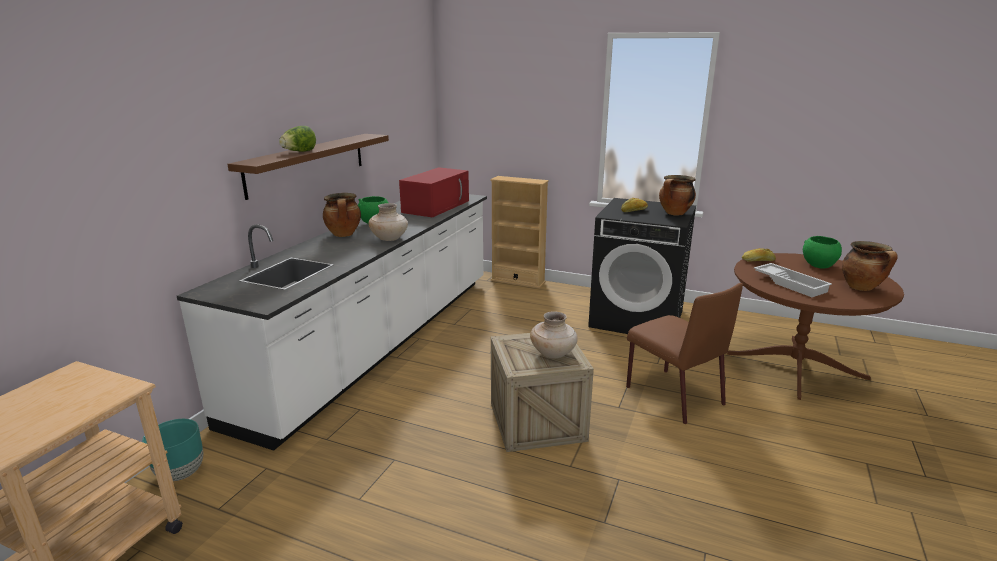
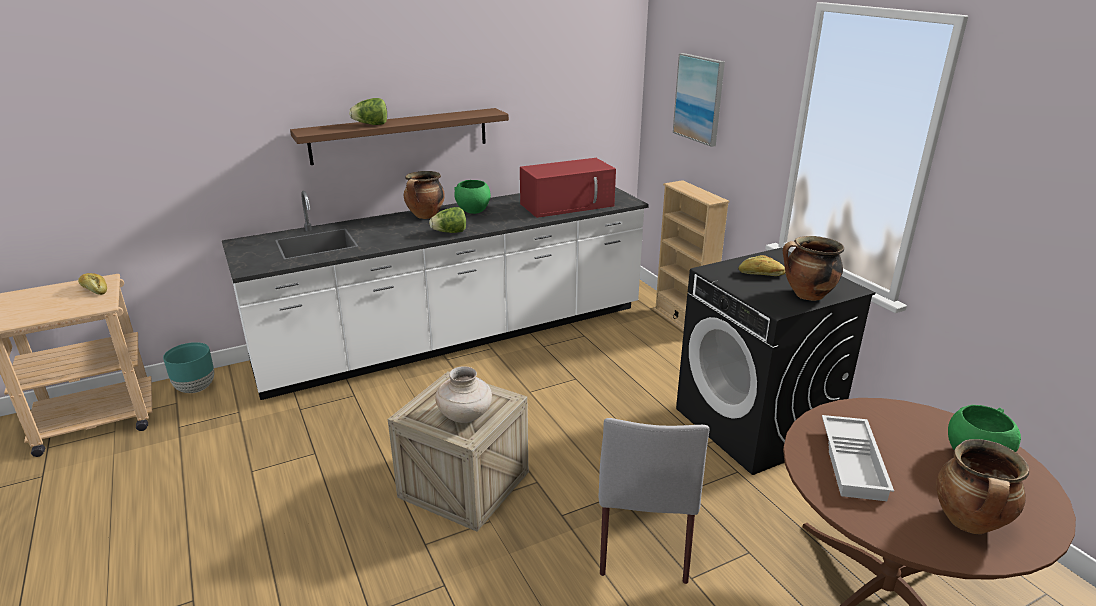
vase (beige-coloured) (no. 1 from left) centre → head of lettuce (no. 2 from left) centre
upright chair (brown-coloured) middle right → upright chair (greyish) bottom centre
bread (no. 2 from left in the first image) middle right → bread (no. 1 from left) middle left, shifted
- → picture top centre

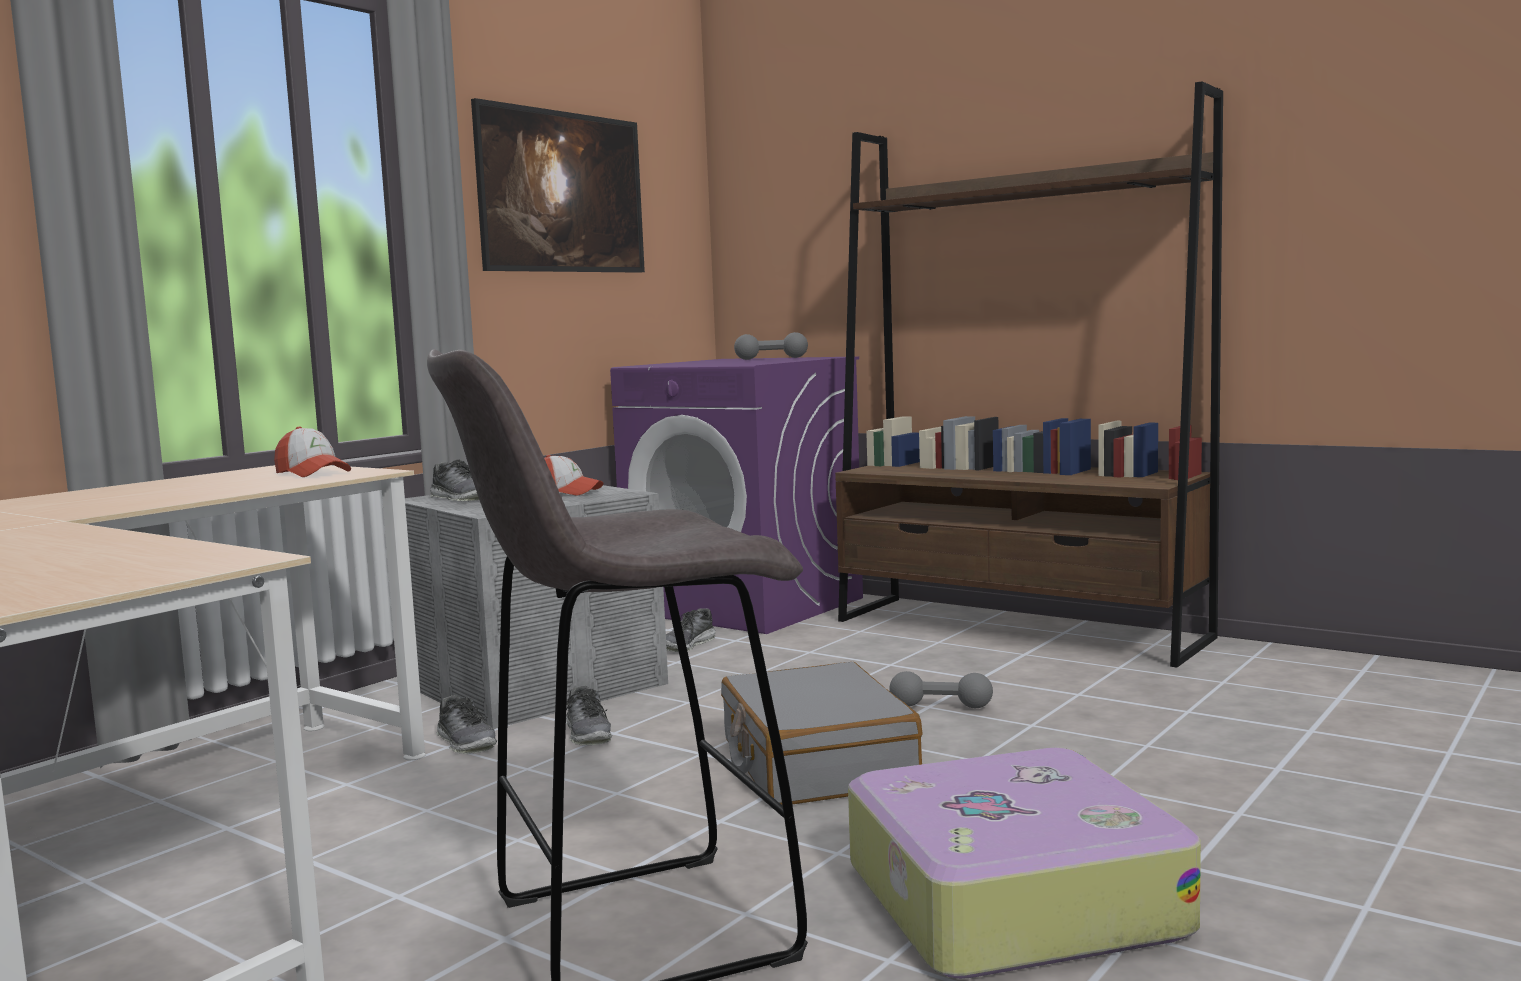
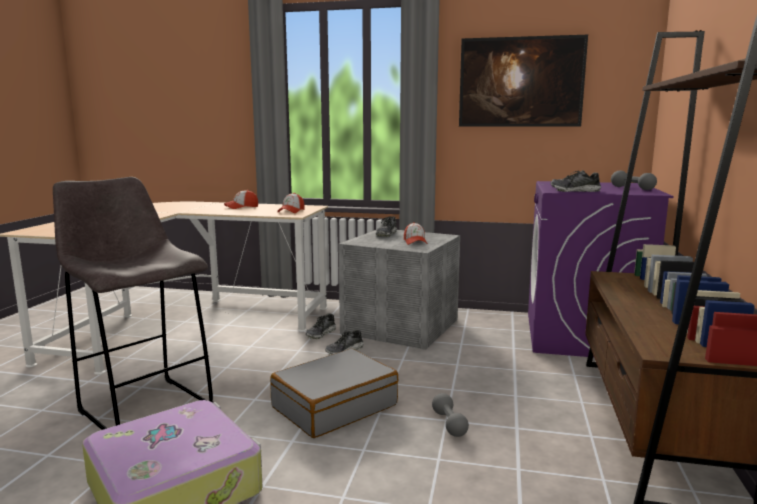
item of footwear (no. 4 from left) centre → item of footwear (no. 4 from left) middle right, shifted
- → peaked cap (no. 1 from left) middle left

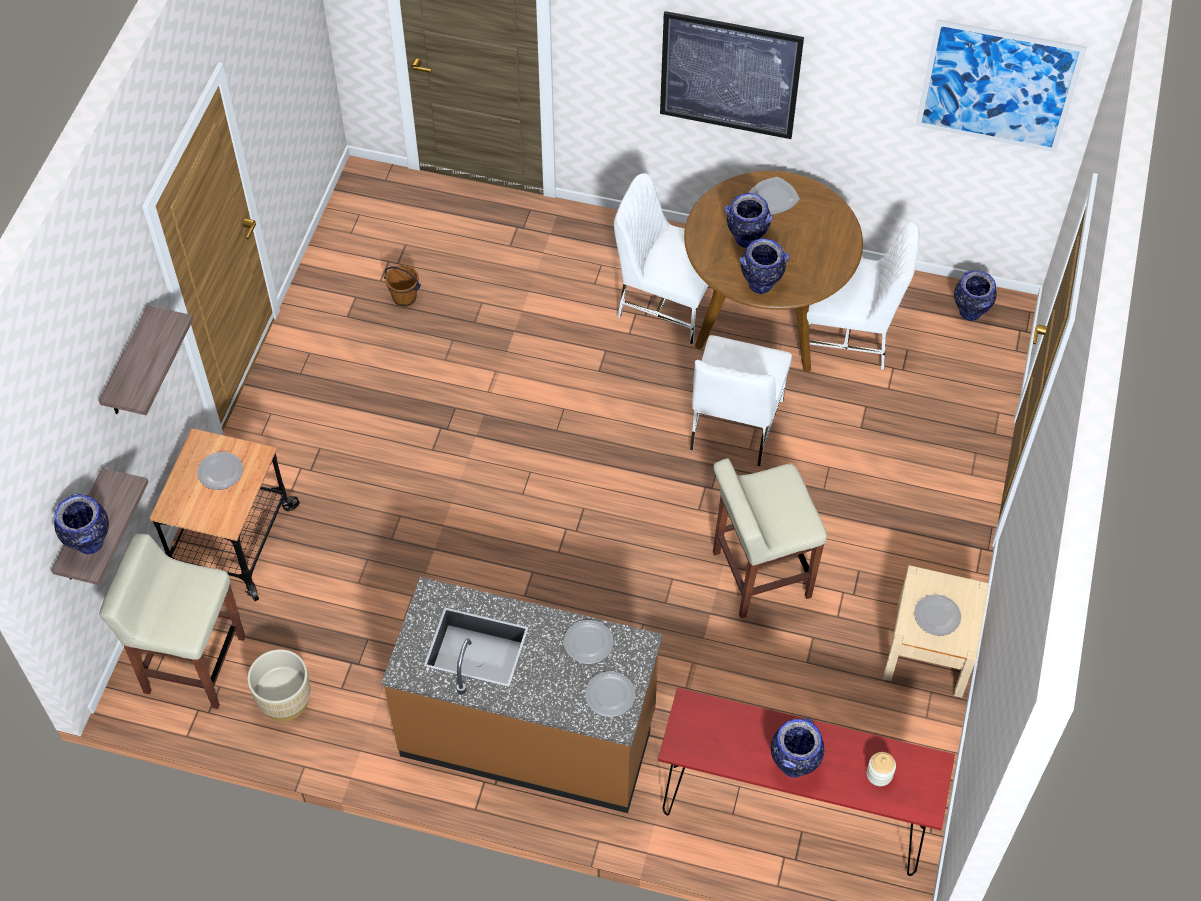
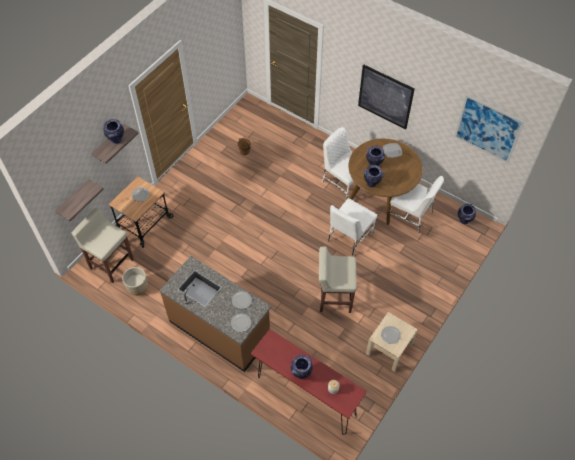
vase (no. 1 from left) middle left → vase (no. 1 from left) top left, shifted

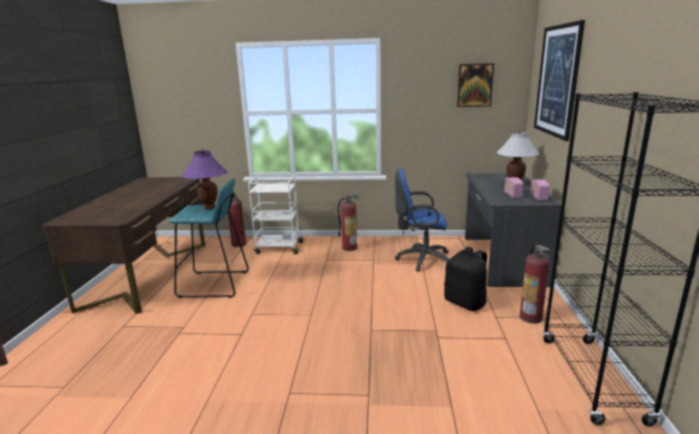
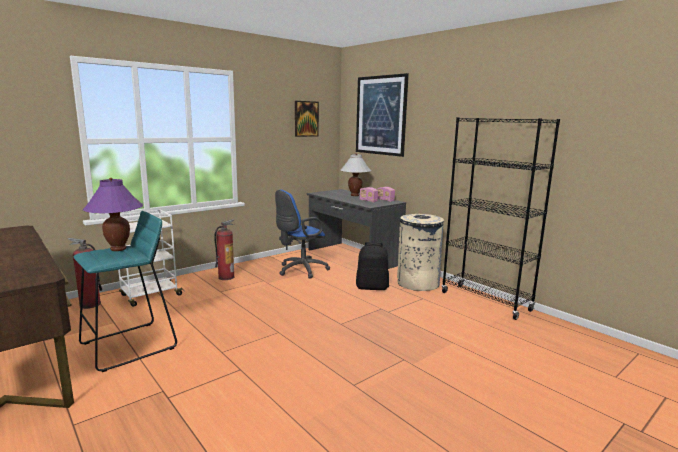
extinguisher (no. 3 from left) middle right → rubbish bin (beige-coloured) centre

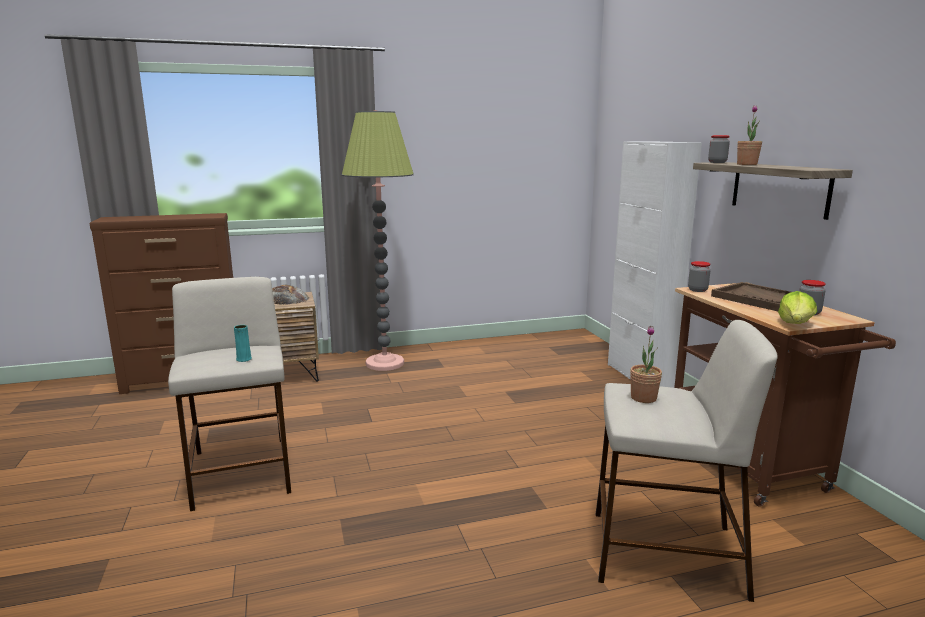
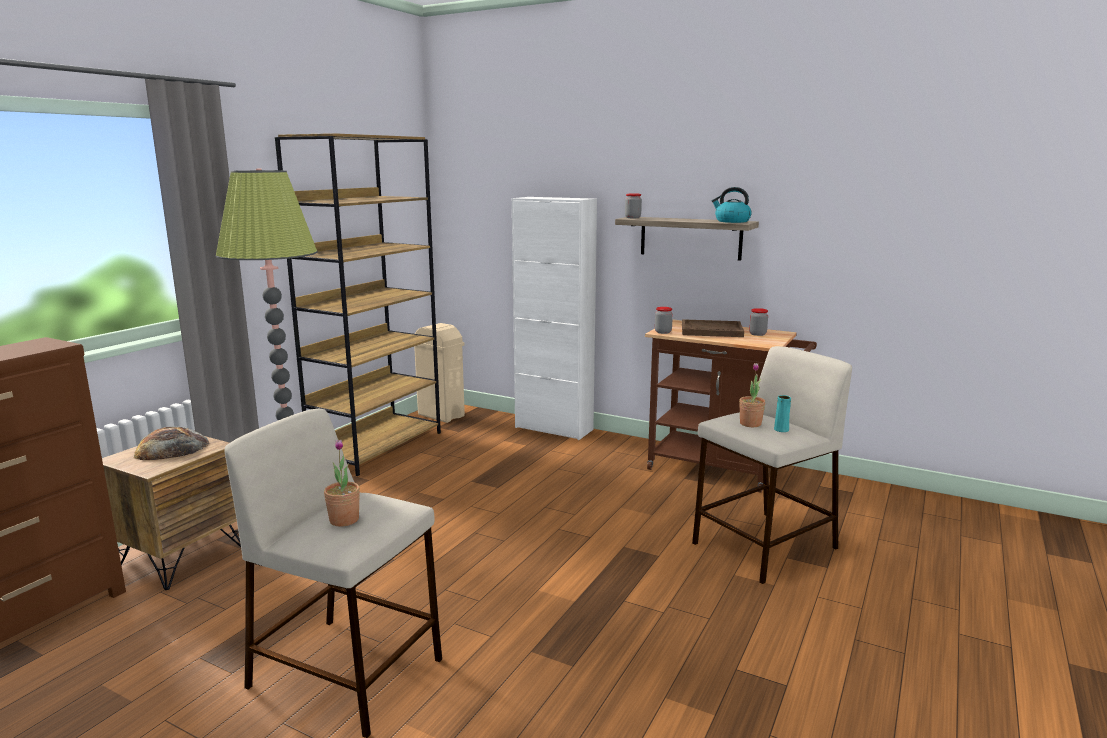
vase (blue-green) middle left → vase (blue-green) middle right, shifted
plant in a pot (no. 2 from left in the first image) top right → plant in a pot (no. 1 from left) middle left, shifted
head of lettuce middle right → -
- → bookshelf (brown-coloured) middle left
- → rubbish bin (beige-coloured) centre
- → kettle top centre

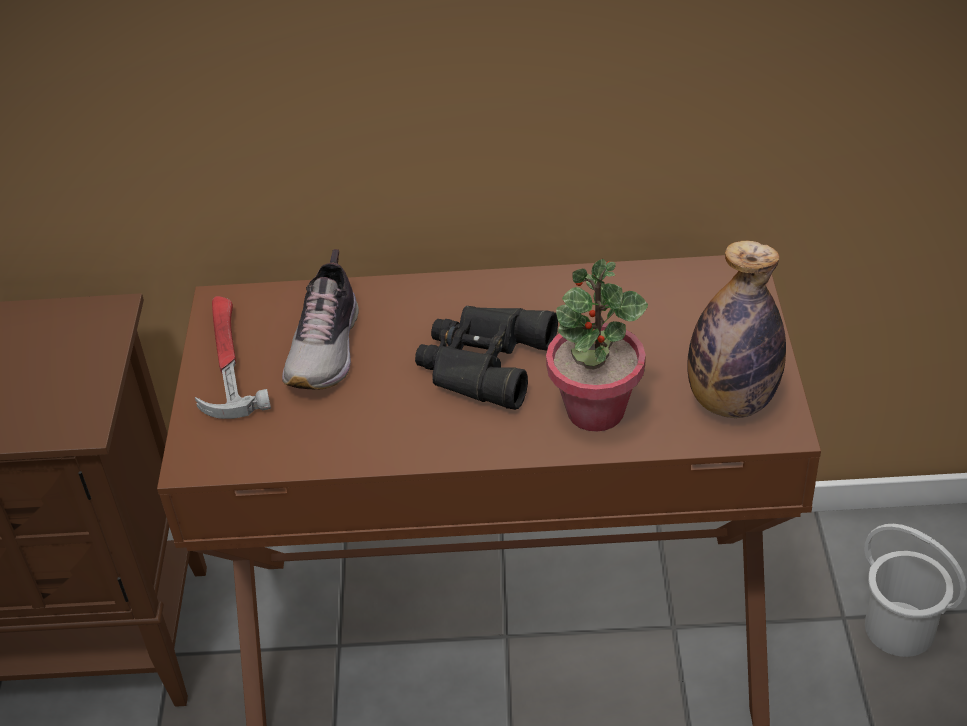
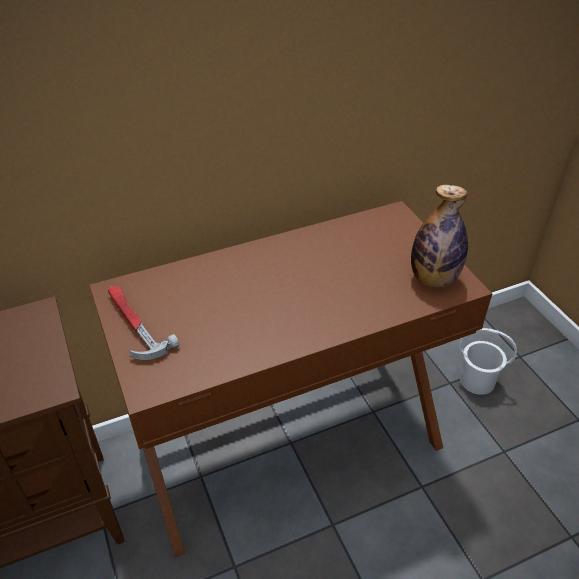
item of footwear middle left → -
binoculars (blackish) centre → -
plant in a pot centre → -

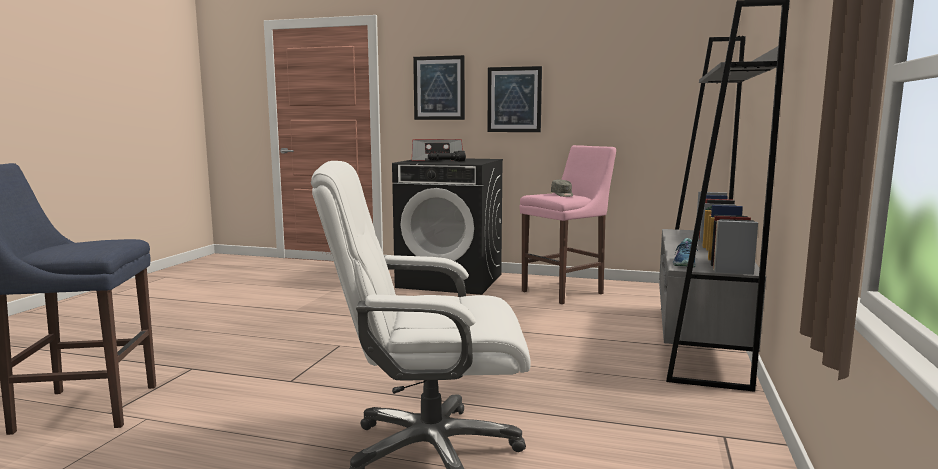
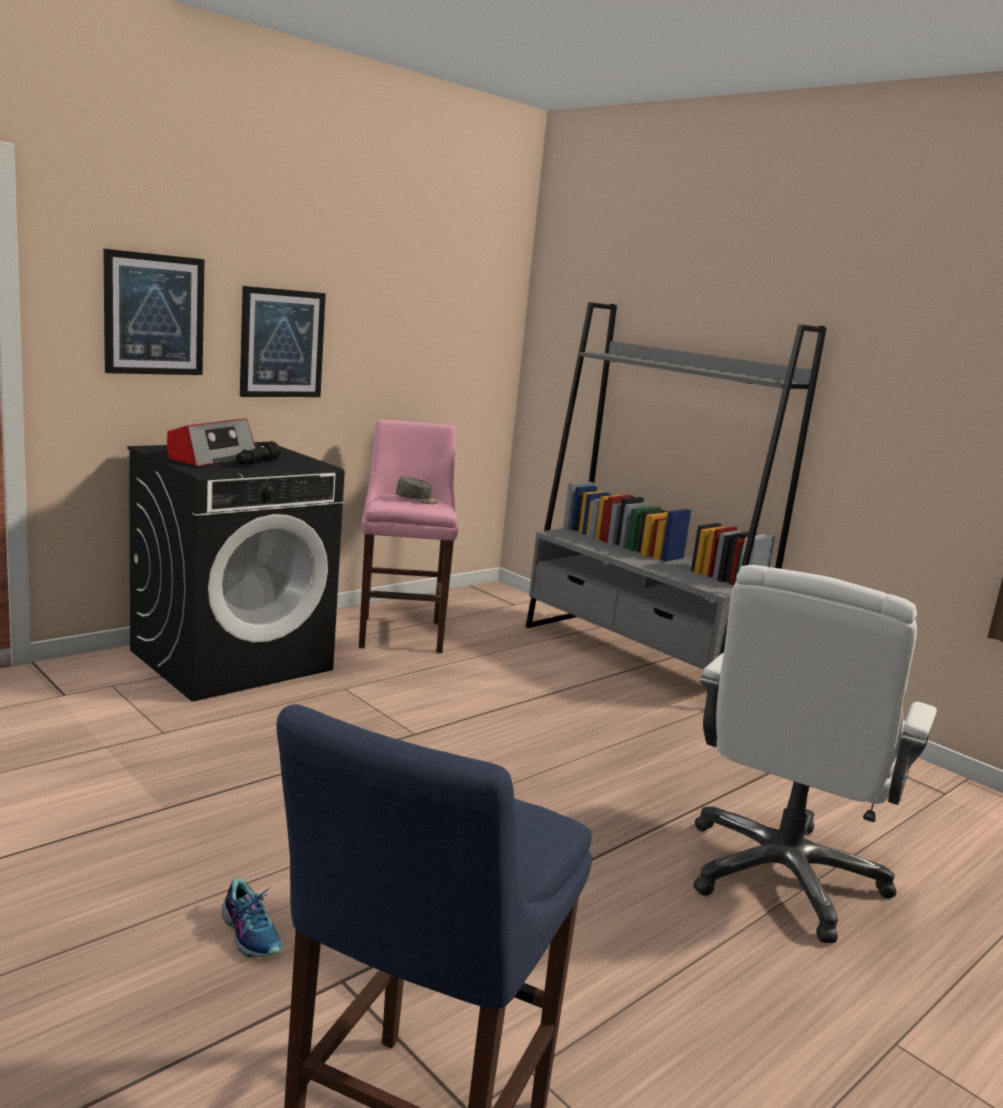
item of footwear middle right → item of footwear bottom left, shifted

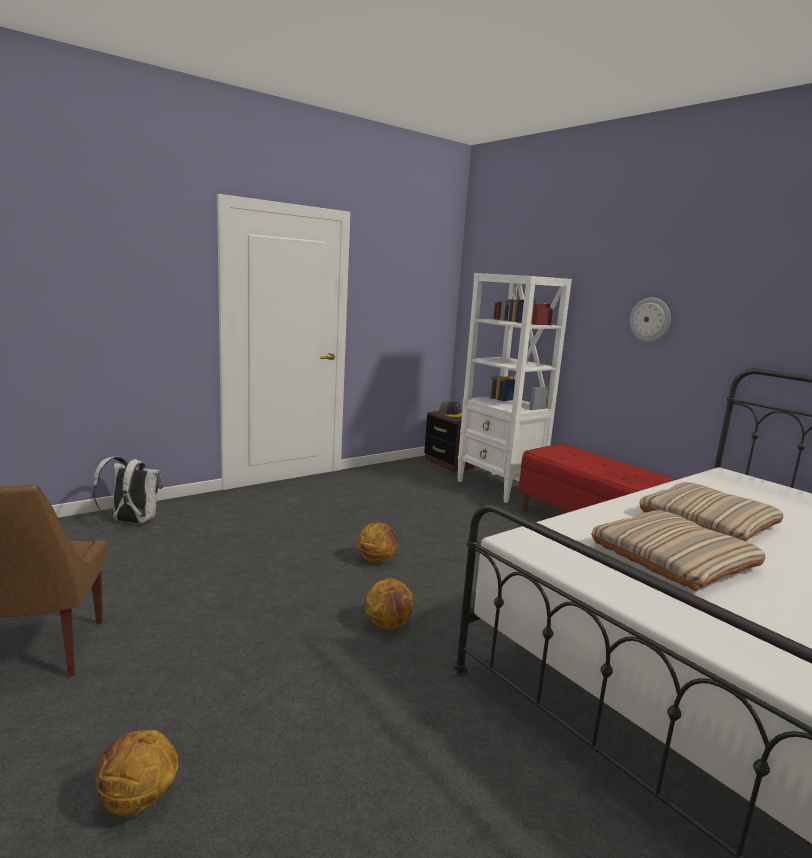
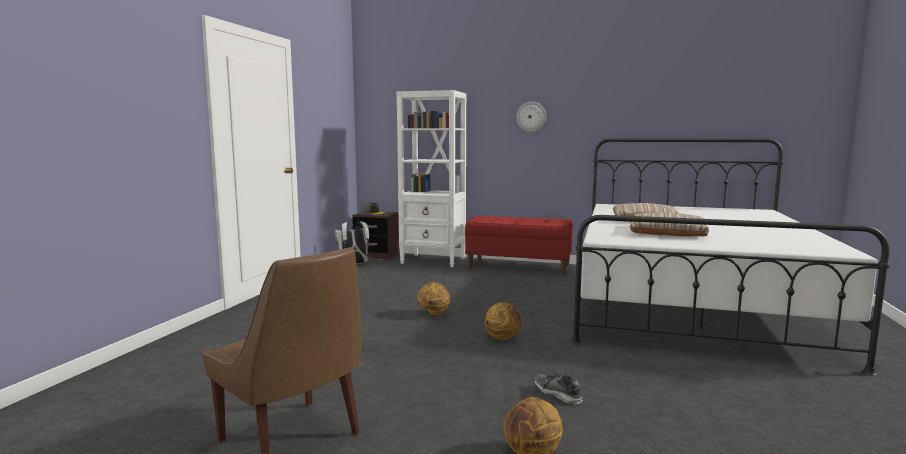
backpack (whitish) middle left → backpack (whitish) centre, shifted
- → item of footwear bottom centre

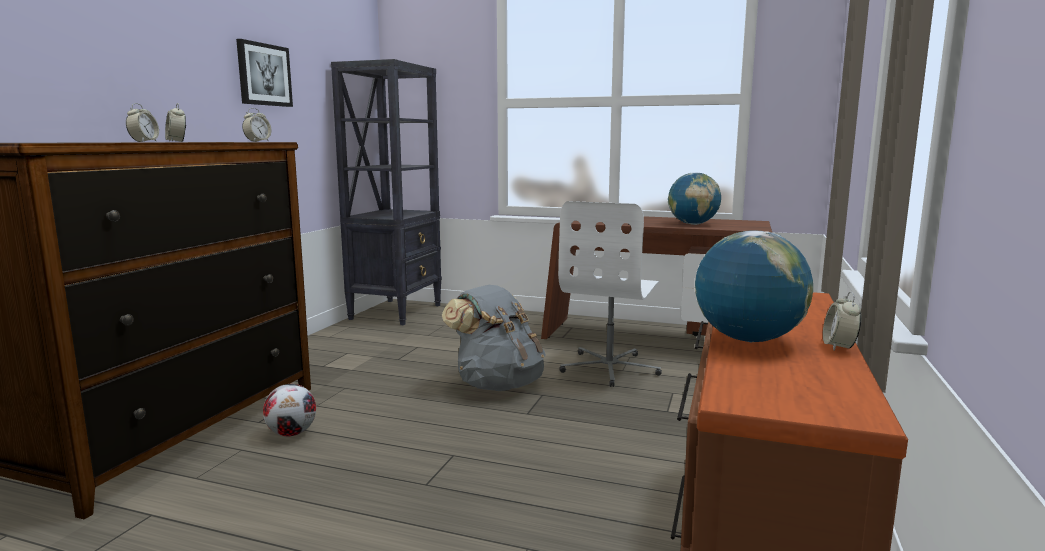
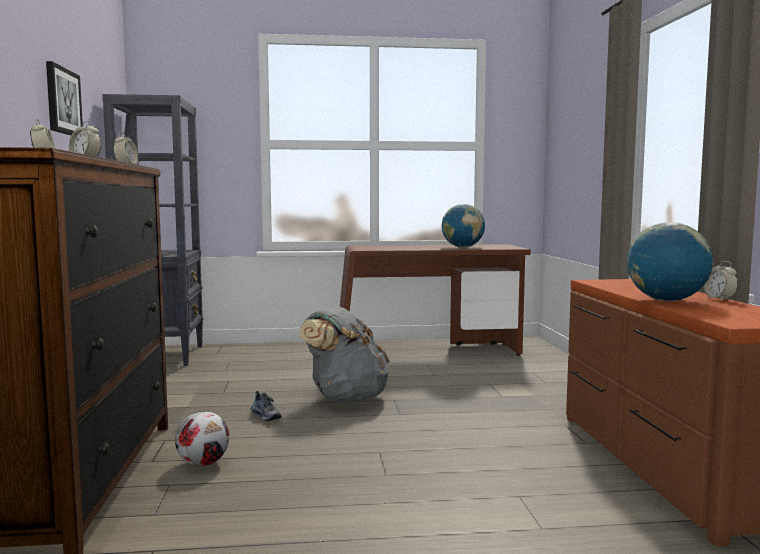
computer chair (whitish) centre → -
- → item of footwear bottom centre

